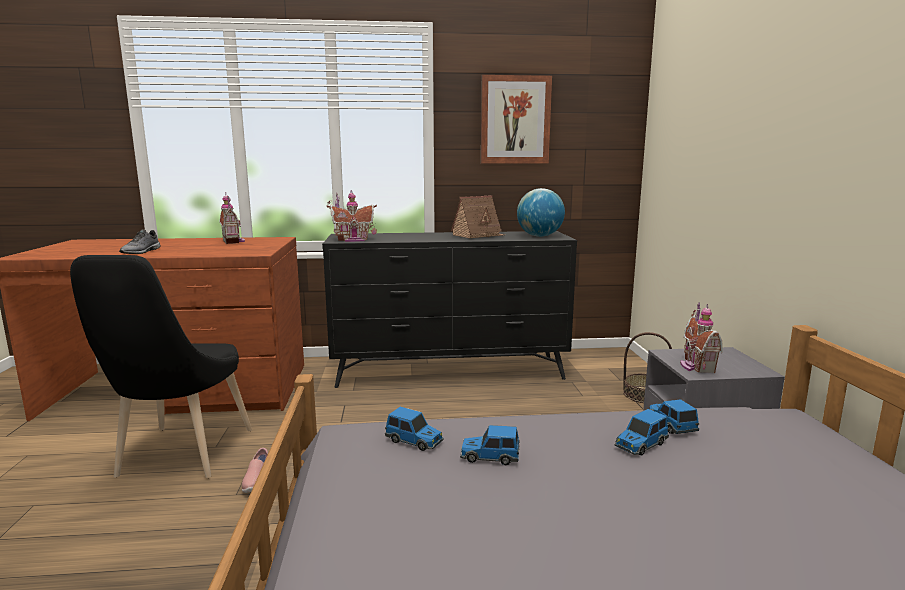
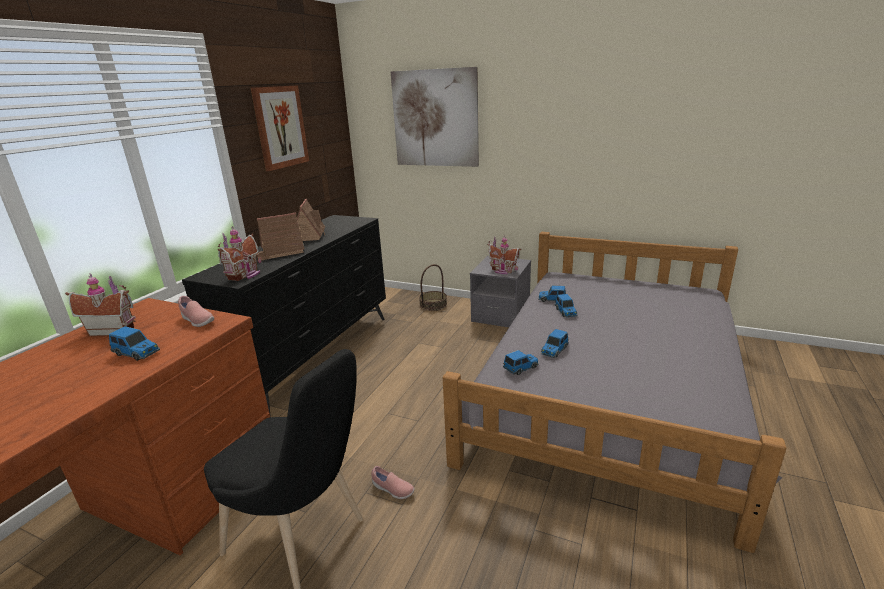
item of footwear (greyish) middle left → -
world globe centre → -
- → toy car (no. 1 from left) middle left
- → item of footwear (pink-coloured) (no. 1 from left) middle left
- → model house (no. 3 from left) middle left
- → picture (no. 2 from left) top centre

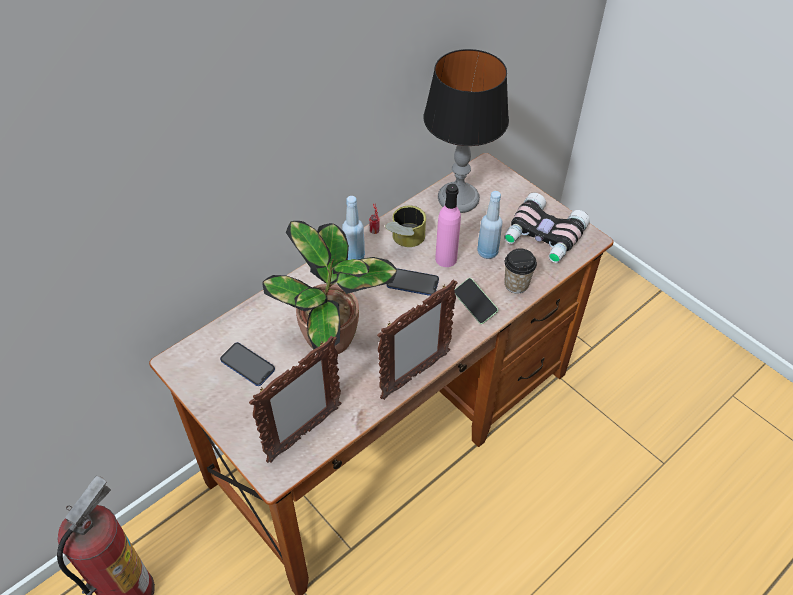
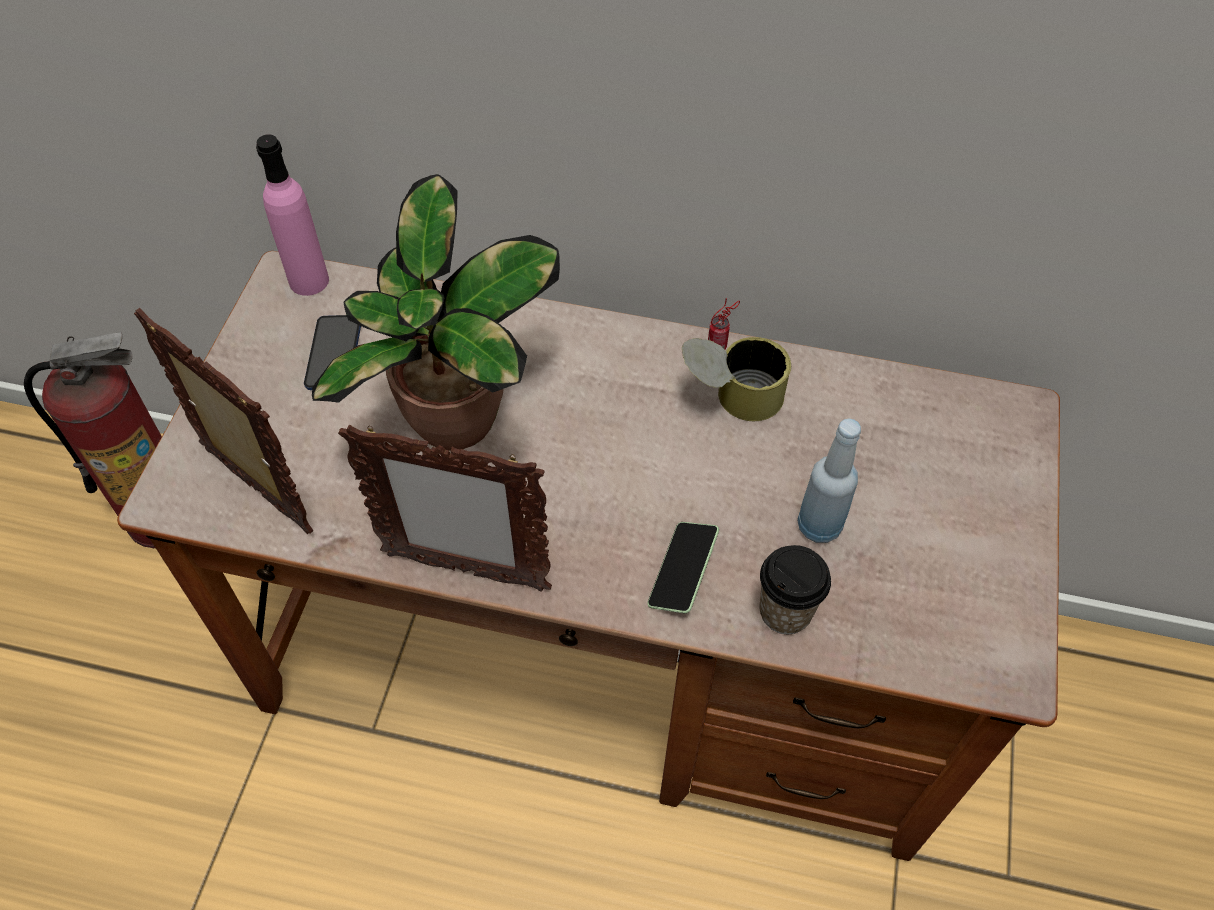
picture frame (no. 1 from left) bottom centre → picture frame (no. 1 from left) middle left, 150 degrees counterclockwise
bottle (bluish) (no. 1 from left) centre → -
telephone (no. 2 from left) centre → -
lamp for a table top centre → -
bottle (pink-coloured) centre → bottle (pink-coloured) top left, shifted
binoculars middle right → -

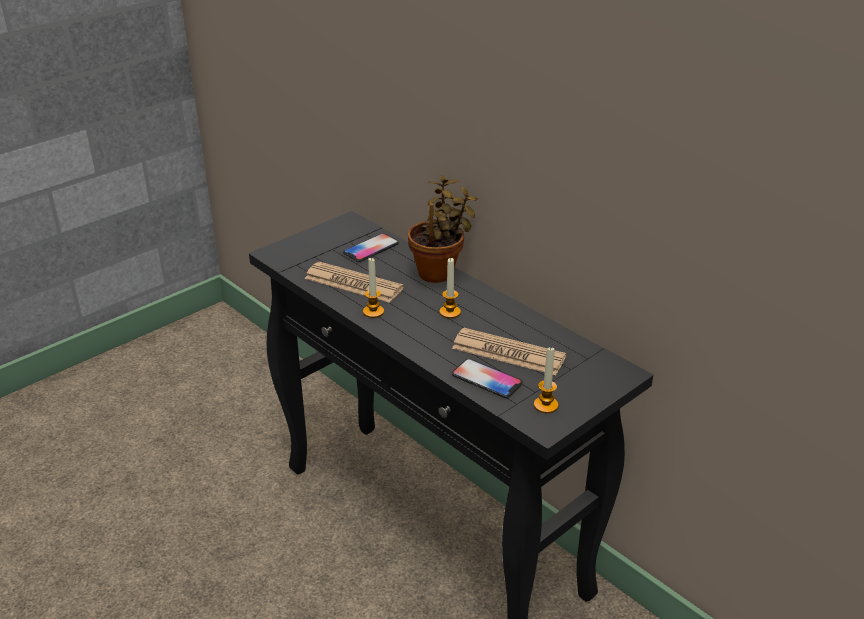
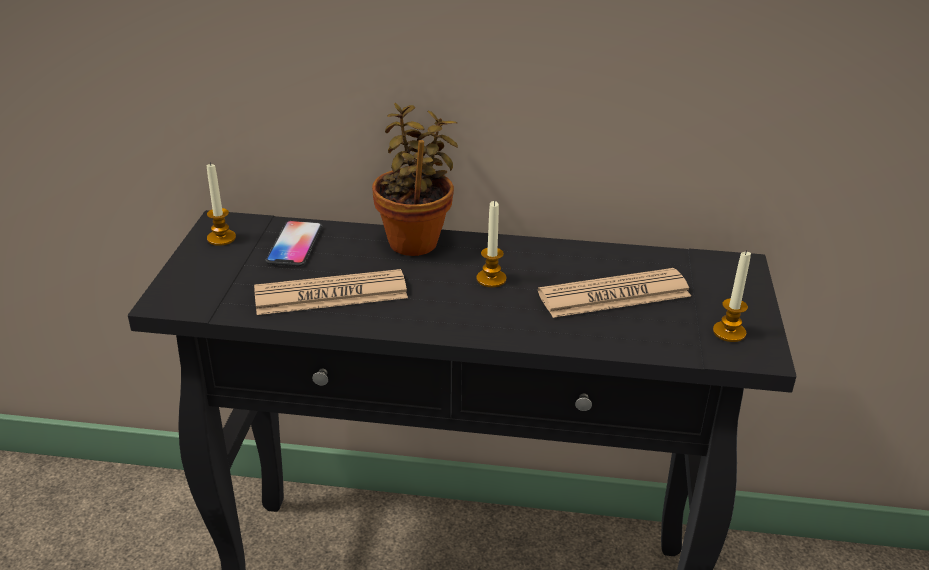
candle (no. 1 from left) centre → candle (no. 1 from left) middle left, shifted
telephone (no. 2 from left) centre → -

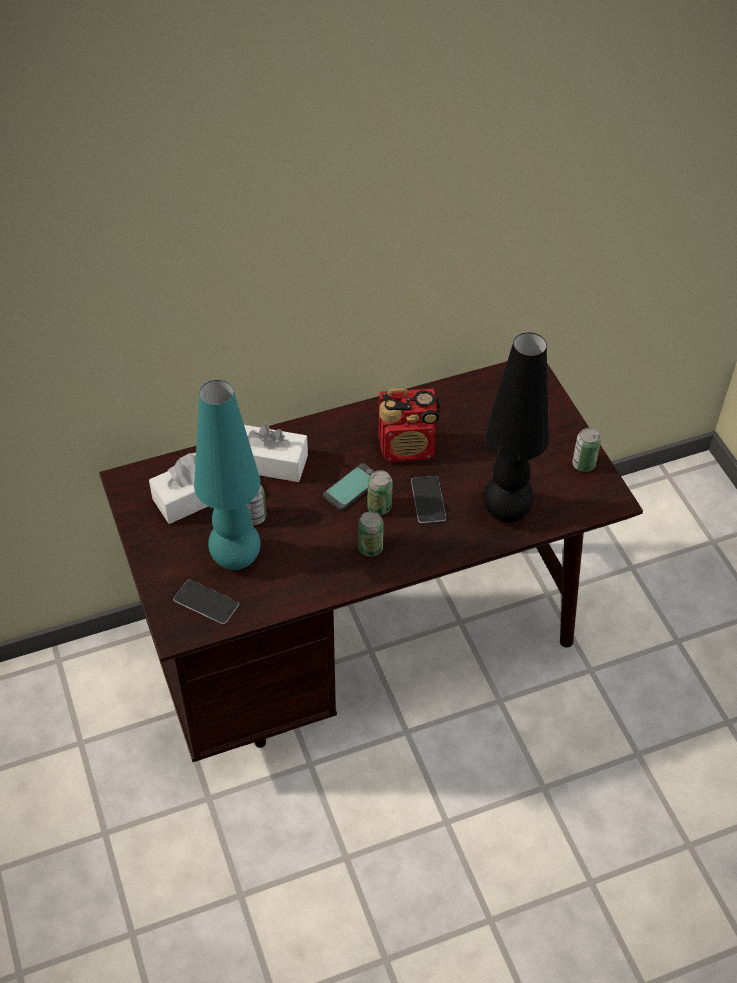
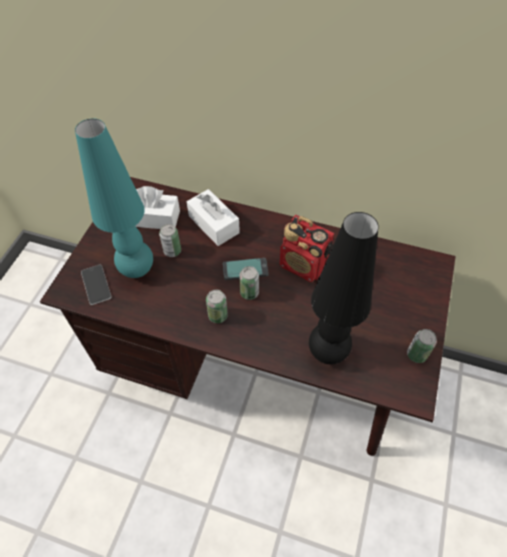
telephone (no. 3 from left) centre → -

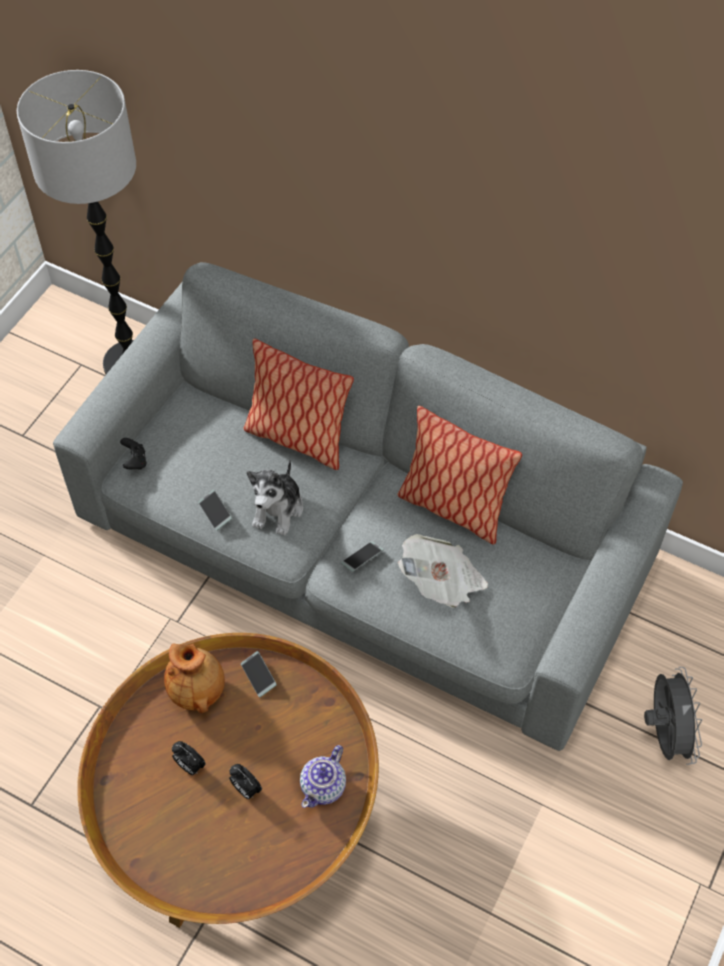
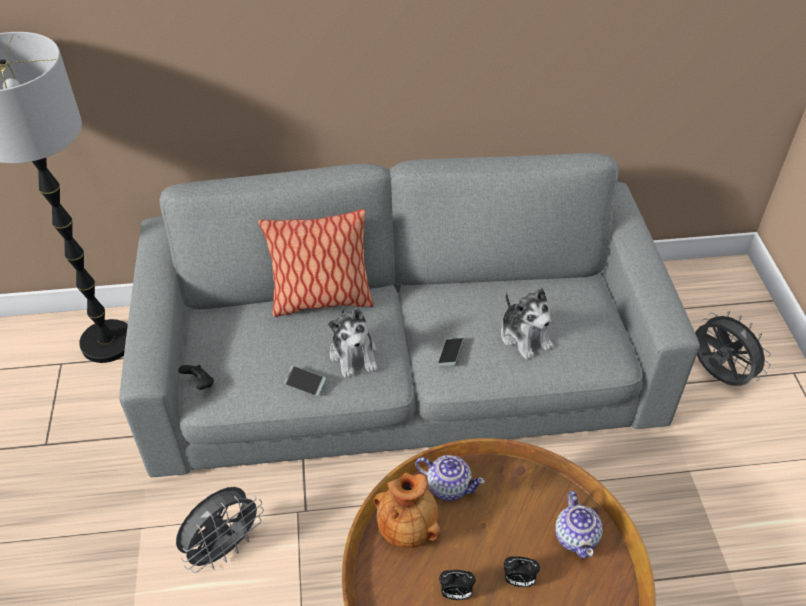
telephone (no. 2 from left) bottom centre → tea pot (no. 1 from left) bottom centre
pillow (no. 2 from left) centre → -
printed paper centre → soft toy (no. 2 from left) centre
- → fan (greyish) (no. 1 from left) bottom left

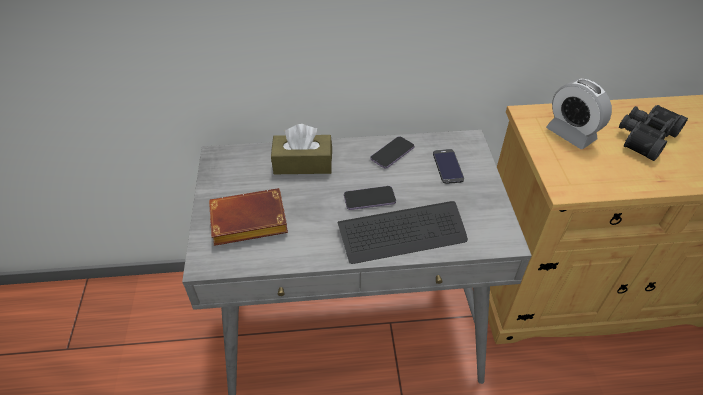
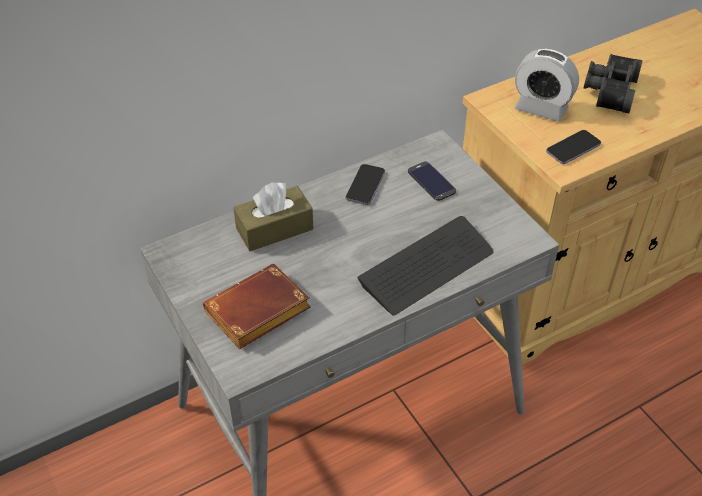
telephone (no. 1 from left in the first image) centre → telephone (no. 3 from left) top right, shifted

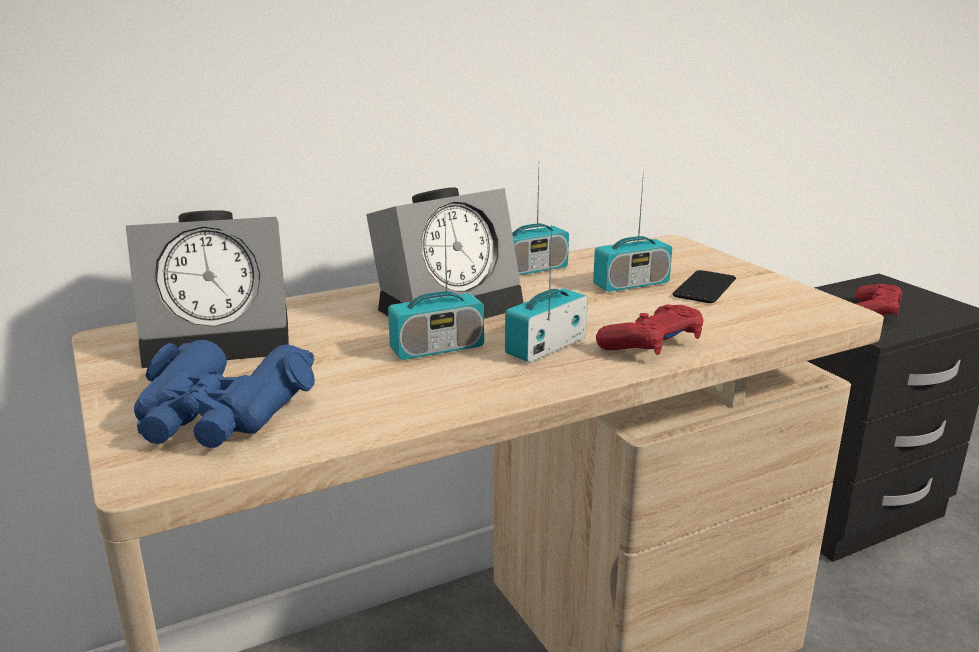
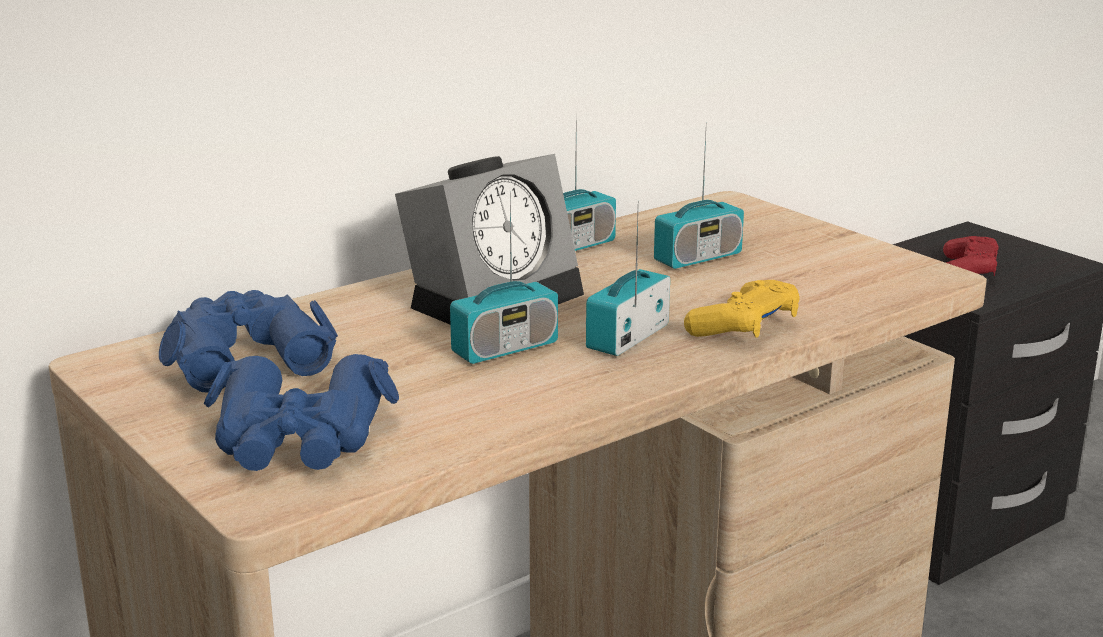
table clock (no. 1 from left) middle left → binoculars (bluish) (no. 1 from left) middle left
gamepad (red-coloured) (no. 1 from left) centre → gamepad (yellow-coloured) middle right
telephone middle right → -

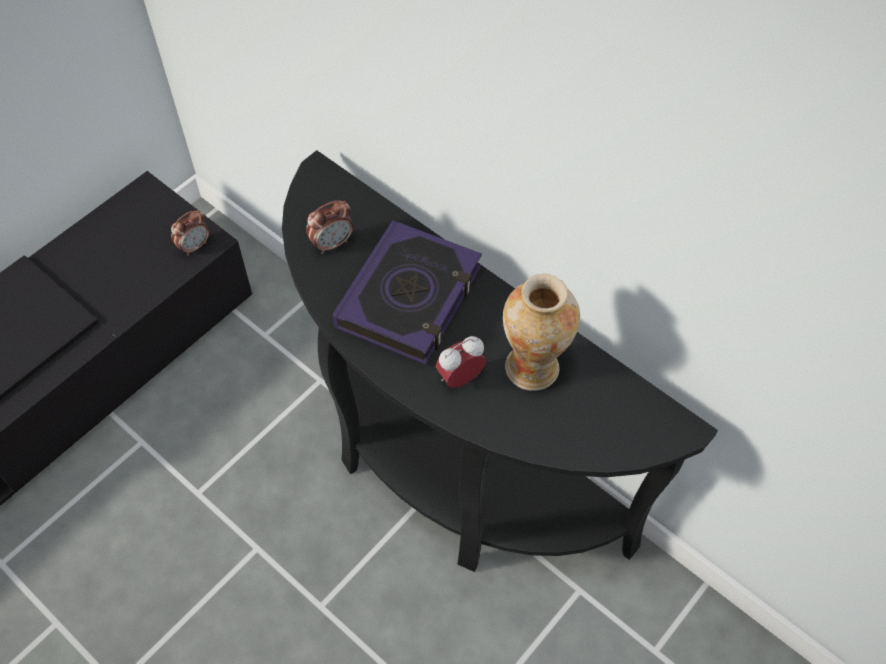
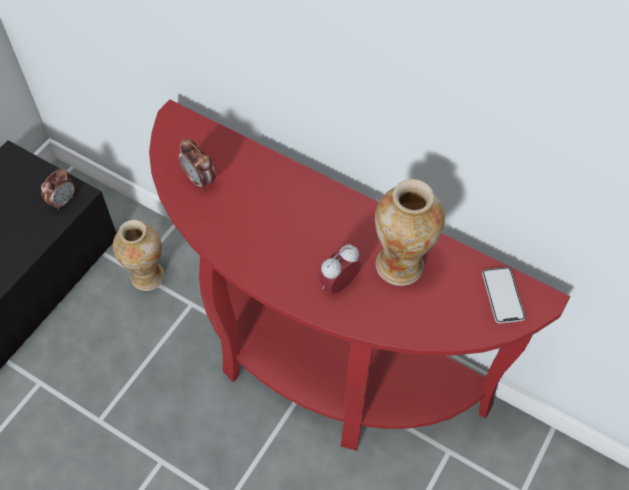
narrow table (blackish) centre → narrow table (red-coloured) centre
table clock (no. 2 from left) centre → table clock (no. 2 from left) middle left, 90 degrees clockwise
book centre → -
- → vase (no. 1 from left) middle left
- → telephone middle right

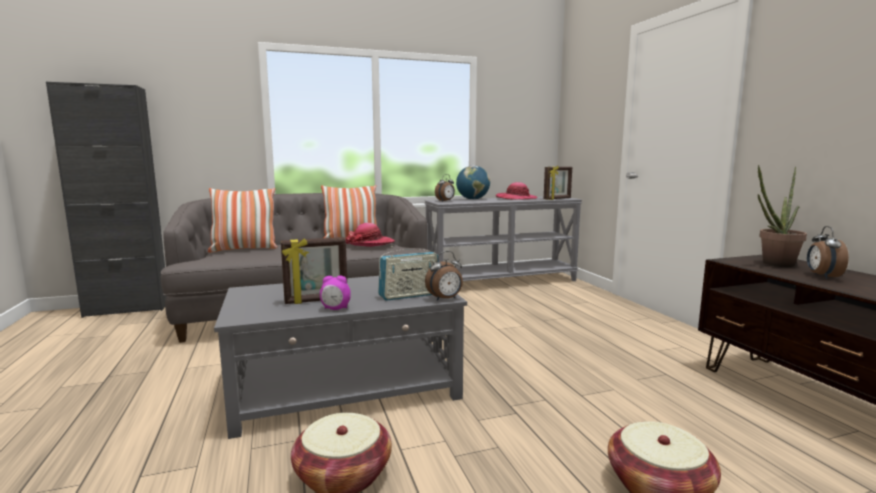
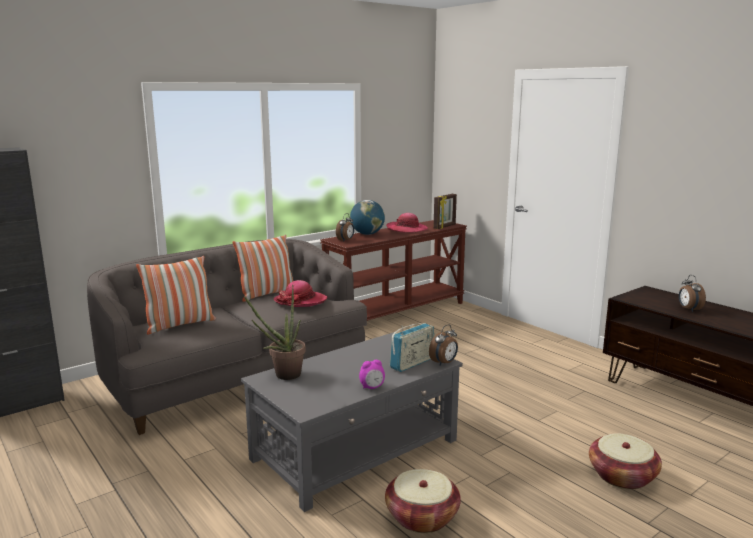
picture frame (no. 1 from left) centre → -
narrow table (greyish) centre → narrow table (brown-coloured) centre
plant in a pot middle right → plant in a pot centre, shifted

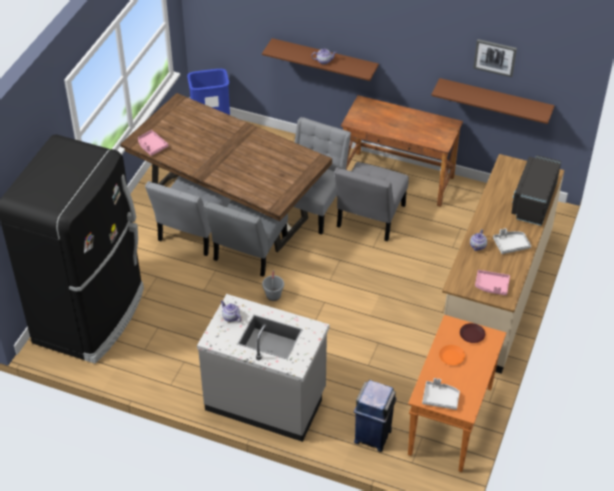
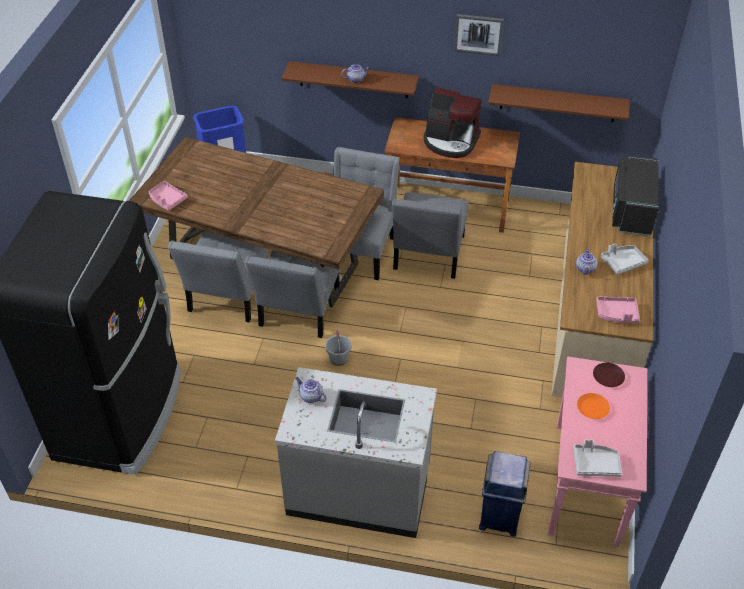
narrow table (orange-coloured) bottom right → narrow table (pink-coloured) bottom right
picture top right → picture top centre, shifted
- → coffee brewer top centre

